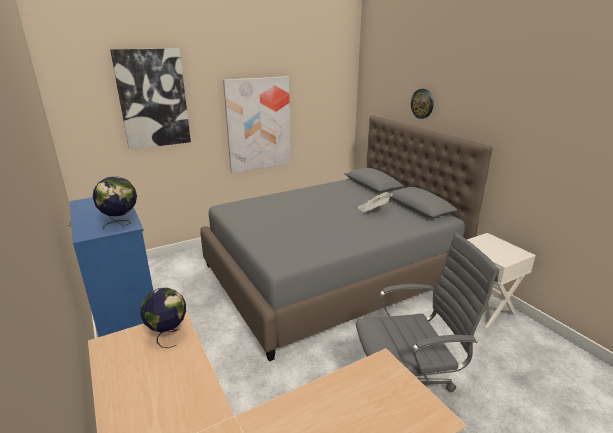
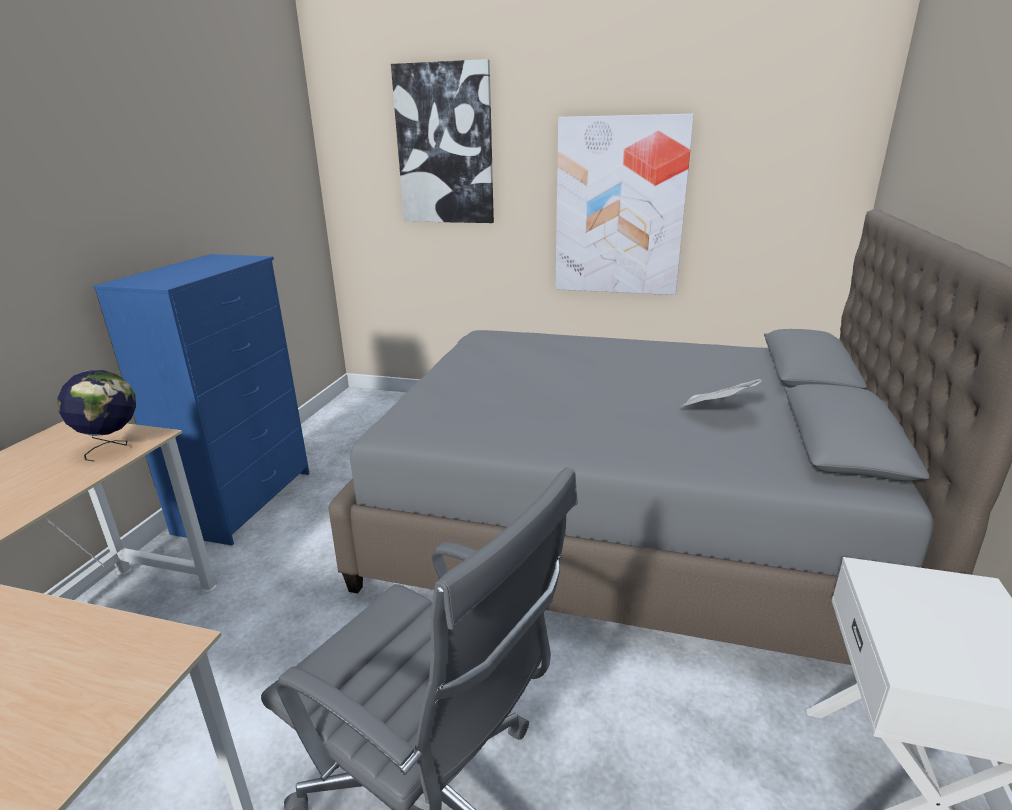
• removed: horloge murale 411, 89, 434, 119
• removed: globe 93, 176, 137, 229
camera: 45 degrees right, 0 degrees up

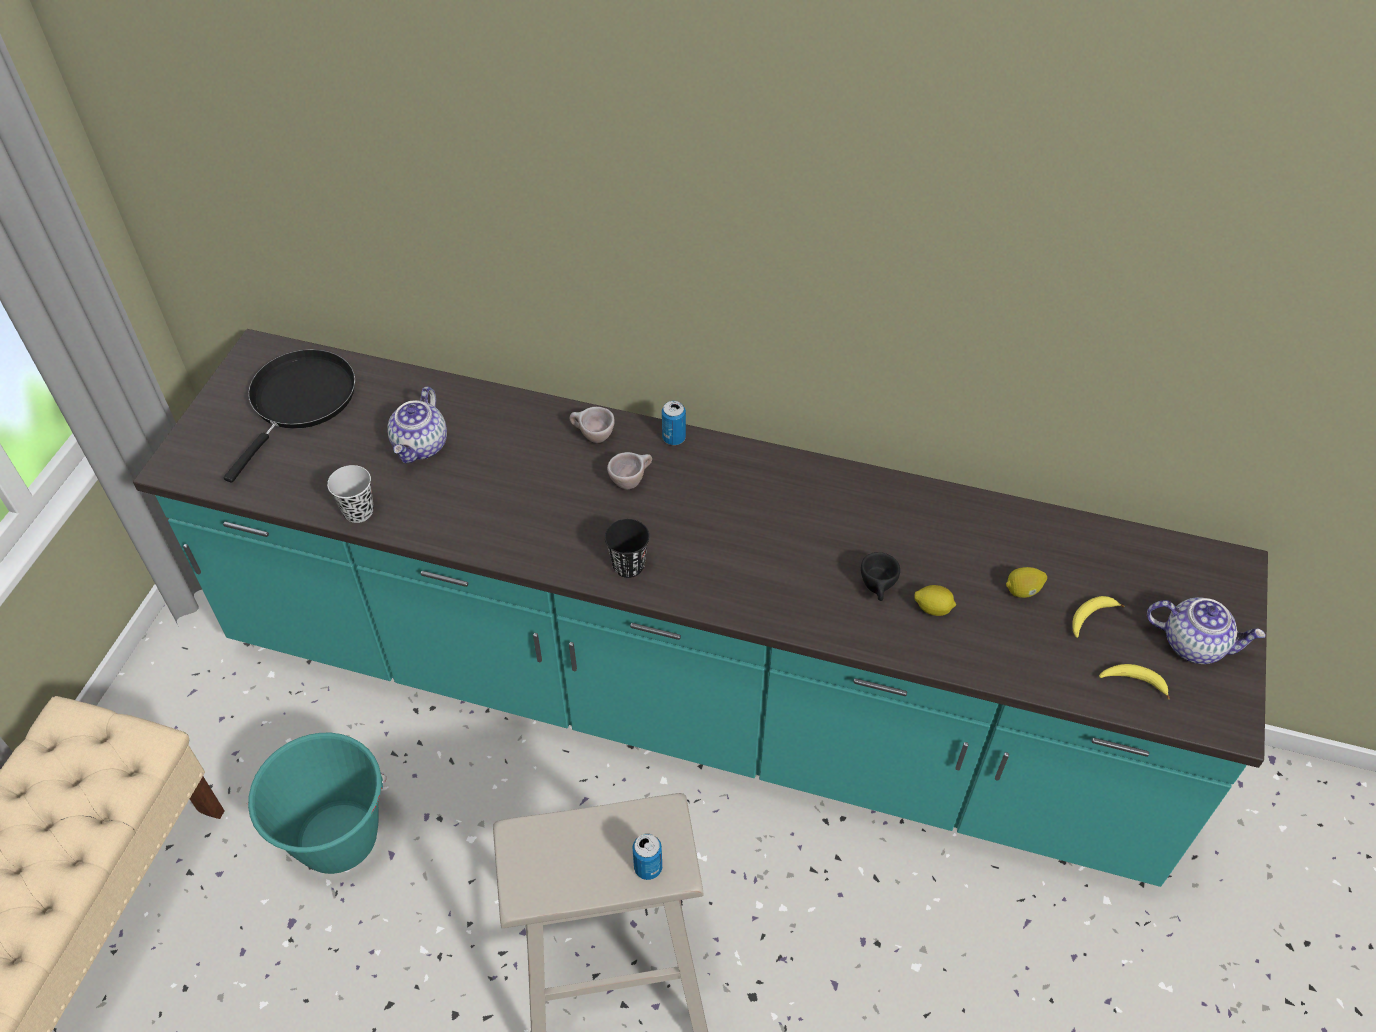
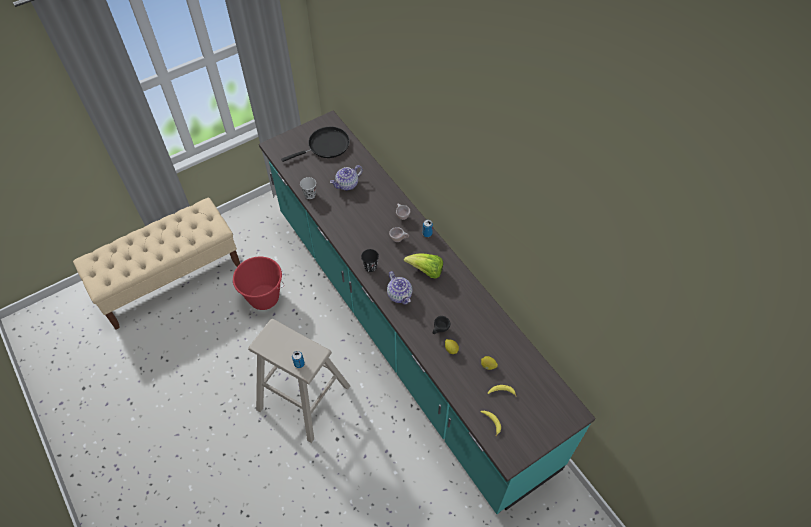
• moved: théière 1147, 597, 1266, 664 to 387, 271, 412, 305
• recoloured: seau (turquoise) 247, 733, 387, 874 to seau (rouge) 233, 257, 284, 310
• added: laitue 404, 253, 443, 279
camera: 40 degrees right, 5 degrees up

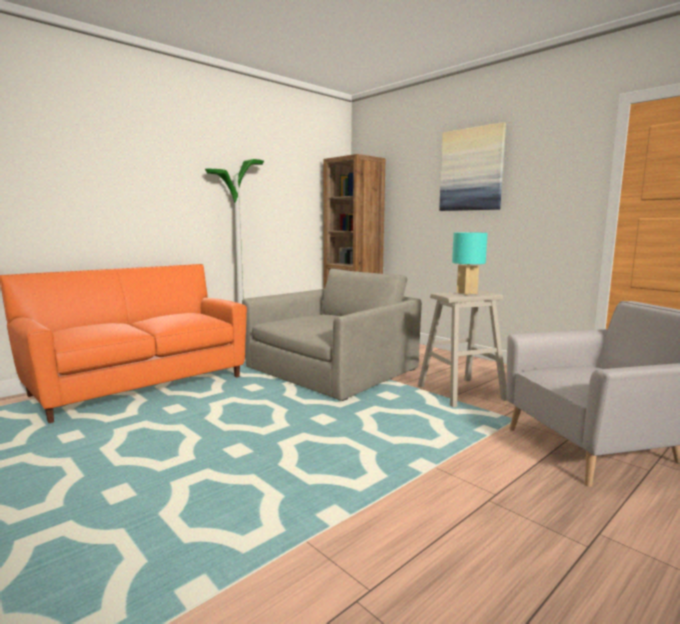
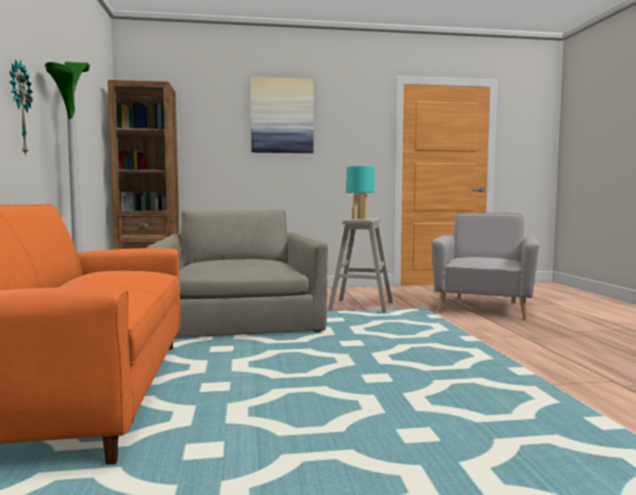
• added: horloge murale 10, 59, 33, 156
camera: 55 degrees left, 5 degrees down

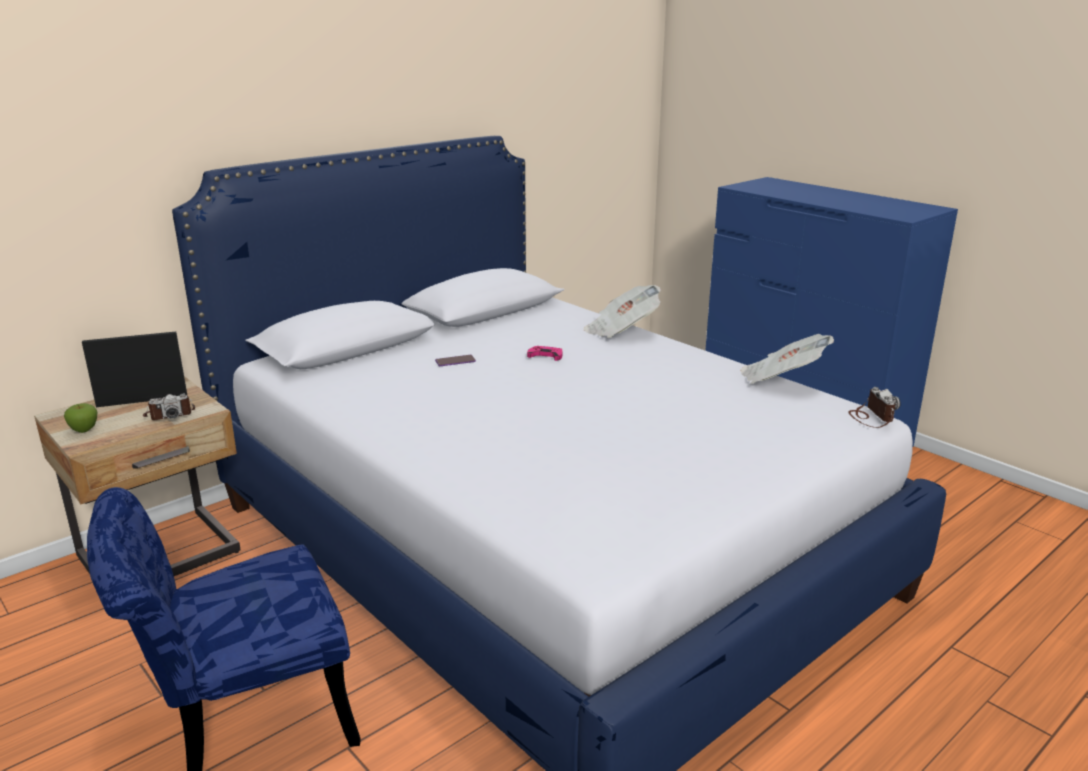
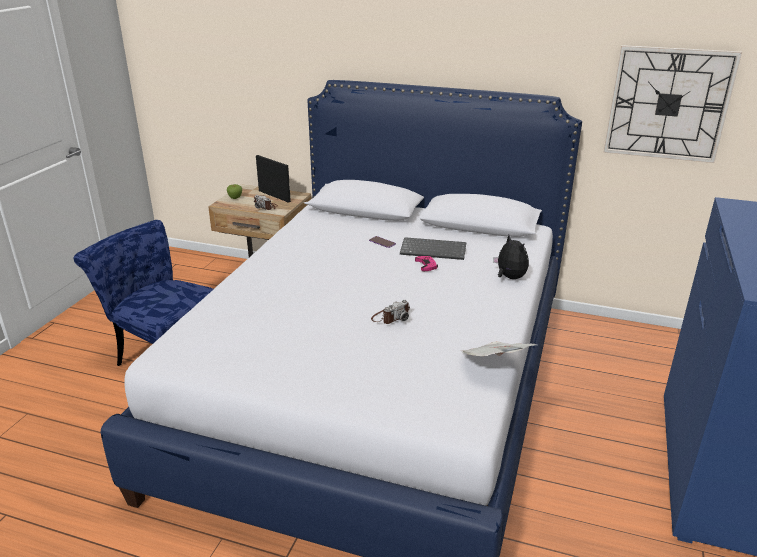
• replaced: journal 584, 285, 662, 338 to peluche 493, 235, 529, 279
• moved: appareil photo 849, 387, 901, 428 to 371, 300, 410, 324
• added: horloge murale 604, 45, 742, 163
• added: clavier 400, 237, 466, 260
camera: 60 degrees right, 5 degrees up

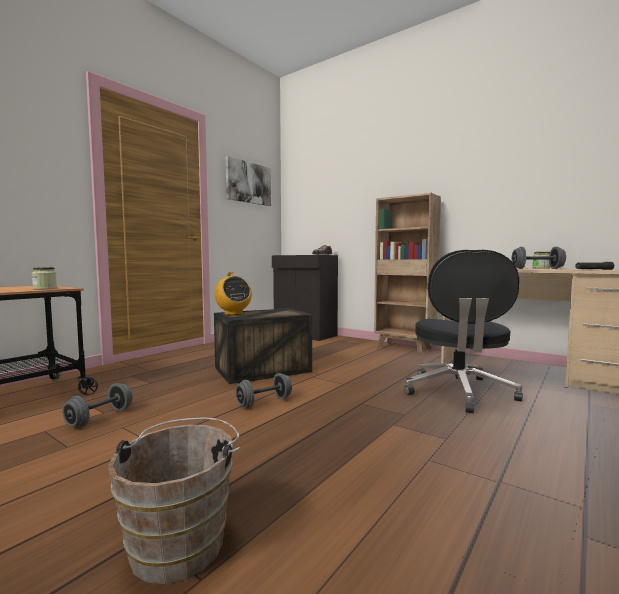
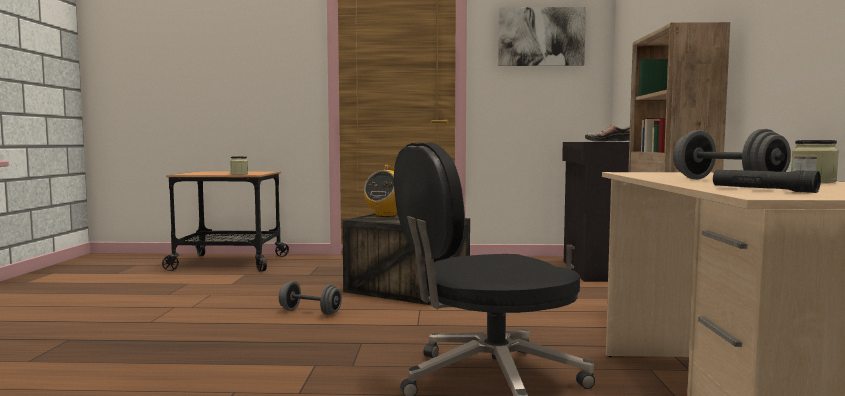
• removed: haltère (gris) 62, 383, 132, 427
• removed: seau (marron) 108, 418, 240, 584
camera: 55 degrees right, 0 degrees up

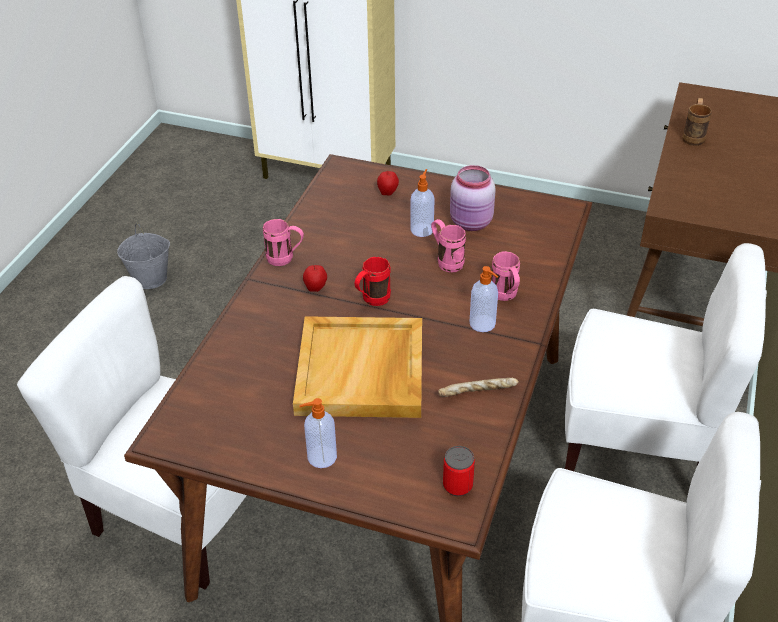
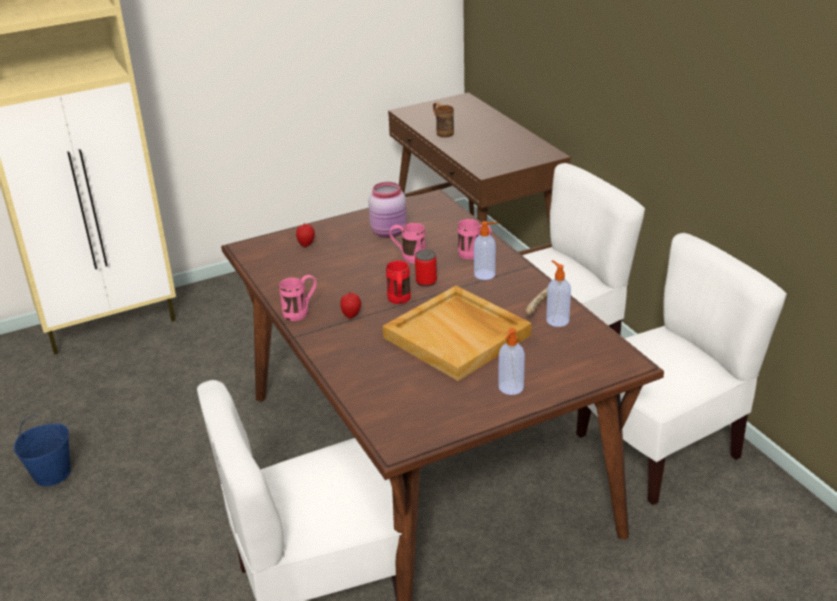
• moved: distributeur de savon 410, 169, 435, 237 to 546, 260, 571, 327
• recoloured: seau (gris) 117, 223, 170, 289 to seau (bleu) 14, 415, 71, 486
• moved: boîte métallique 443, 446, 475, 496 to 415, 250, 437, 287
camera: 45 degrees left, 10 degrees down

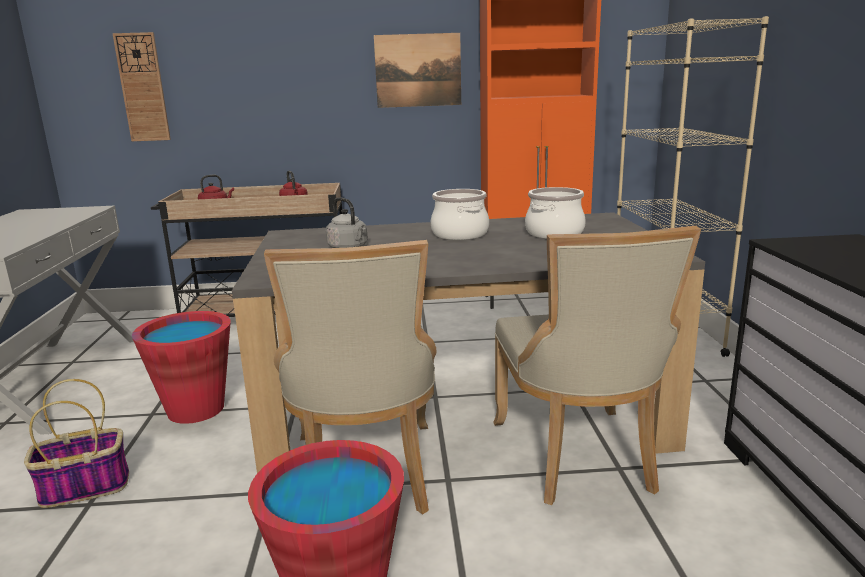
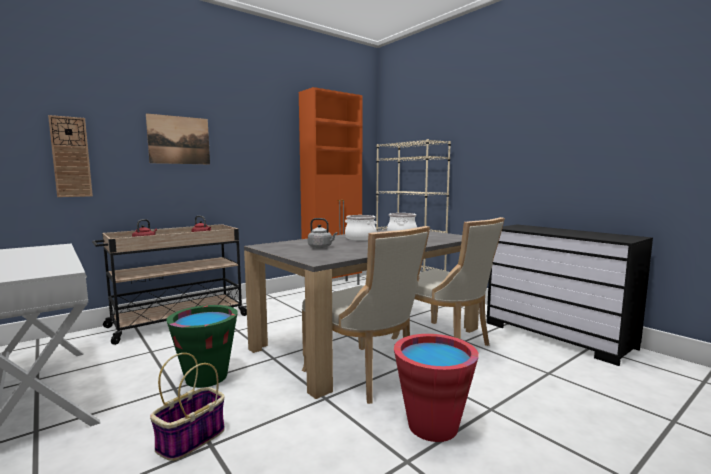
• moved: tableau 374, 33, 461, 108 to 146, 113, 210, 164
• recoloured: seau (rouge) 132, 311, 231, 424 to seau (vert) 166, 305, 238, 388
camera: 35 degrees left, 10 degrees down

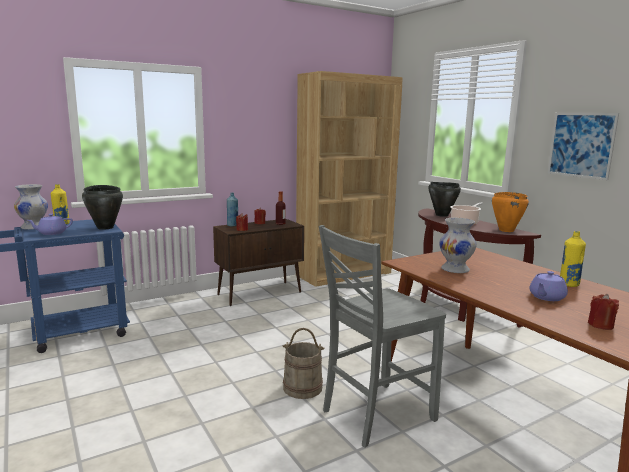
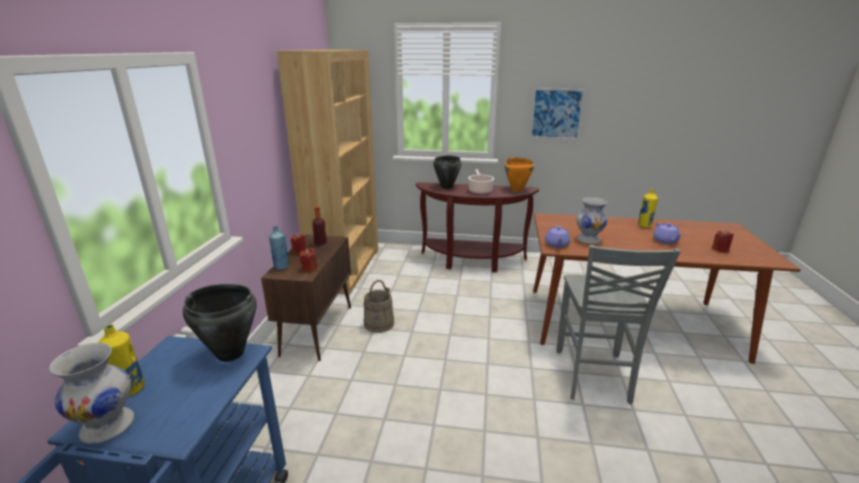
• moved: théière (violet) 27, 214, 73, 235 to 545, 226, 570, 248
• moved: seau (beige) 282, 328, 324, 399 to 364, 280, 394, 333
camera: 50 degrees left, 10 degrees up

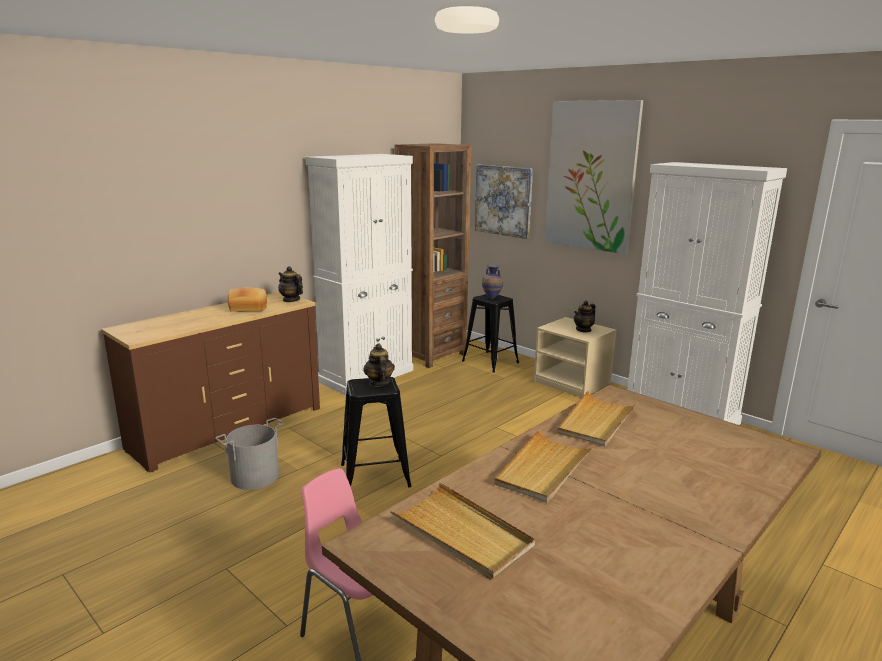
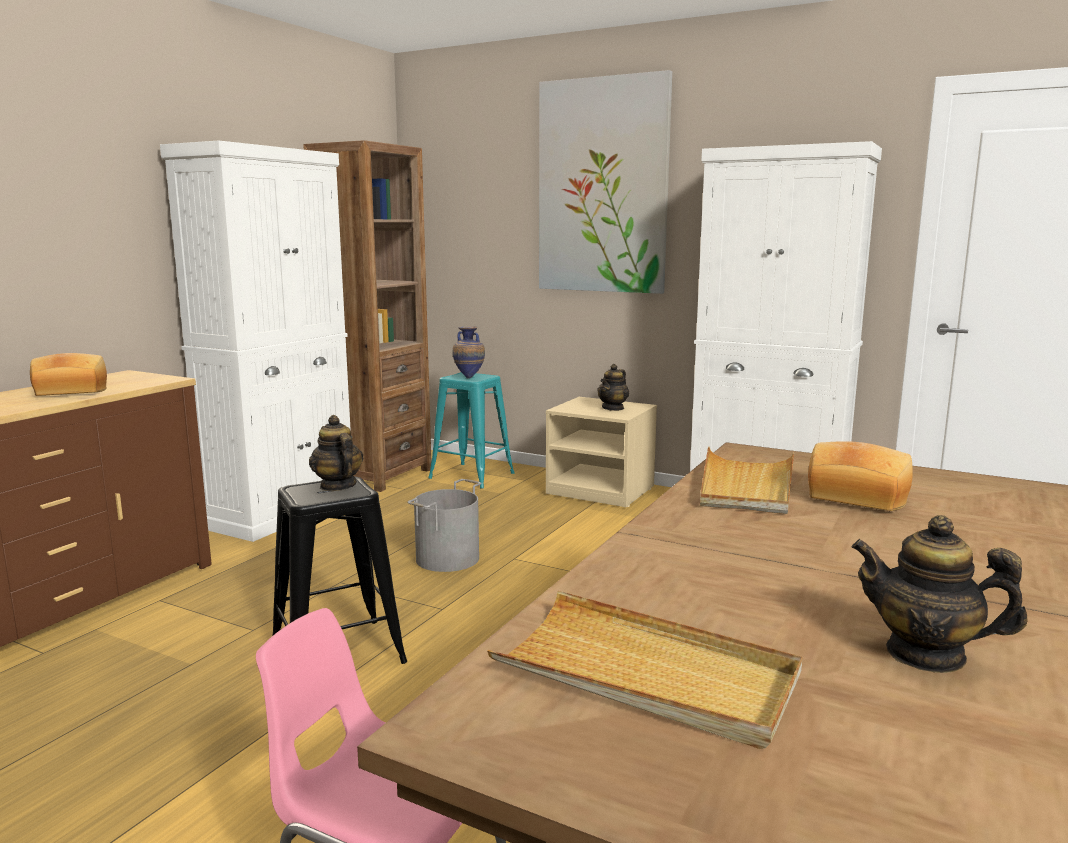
• removed: tableau 475, 165, 533, 239
• moved: théière 278, 266, 303, 302 to 851, 515, 1027, 673
• recoloured: tabouret (noir) 462, 294, 519, 373 to tabouret (turquoise) 428, 372, 514, 488
• moved: seau (gris) 215, 418, 284, 490 to 407, 479, 481, 572
• removed: plateau (beige) 494, 430, 594, 503
• added: pain 808, 441, 913, 511
camera: 15 degrees left, 5 degrees down

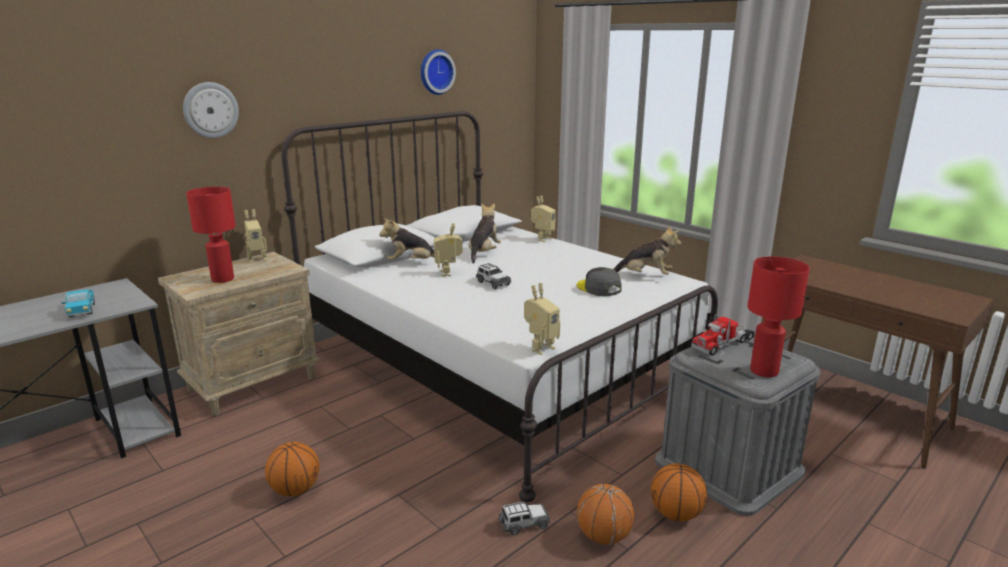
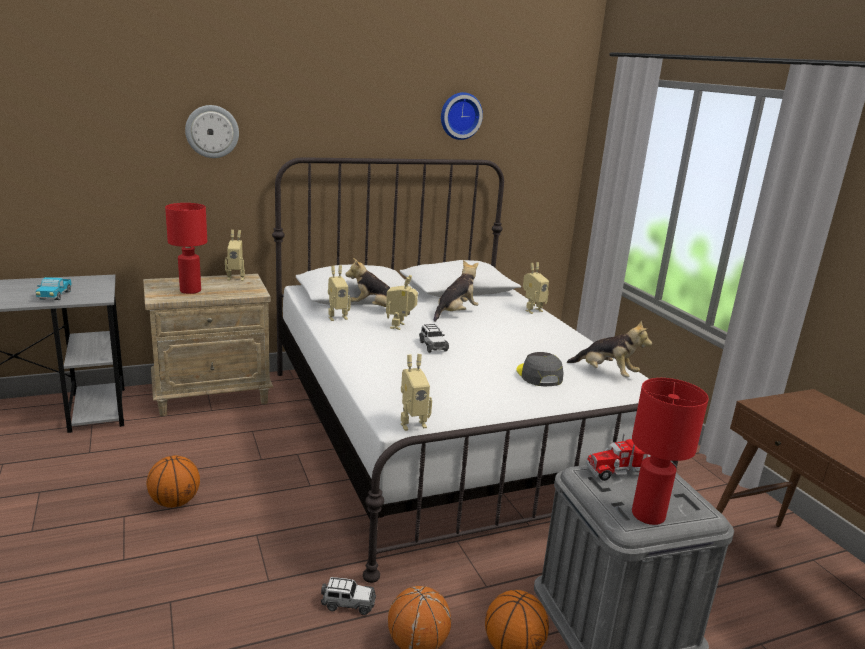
• added: robot jouet 328, 265, 351, 321
camera: 20 degrees right, 0 degrees up

